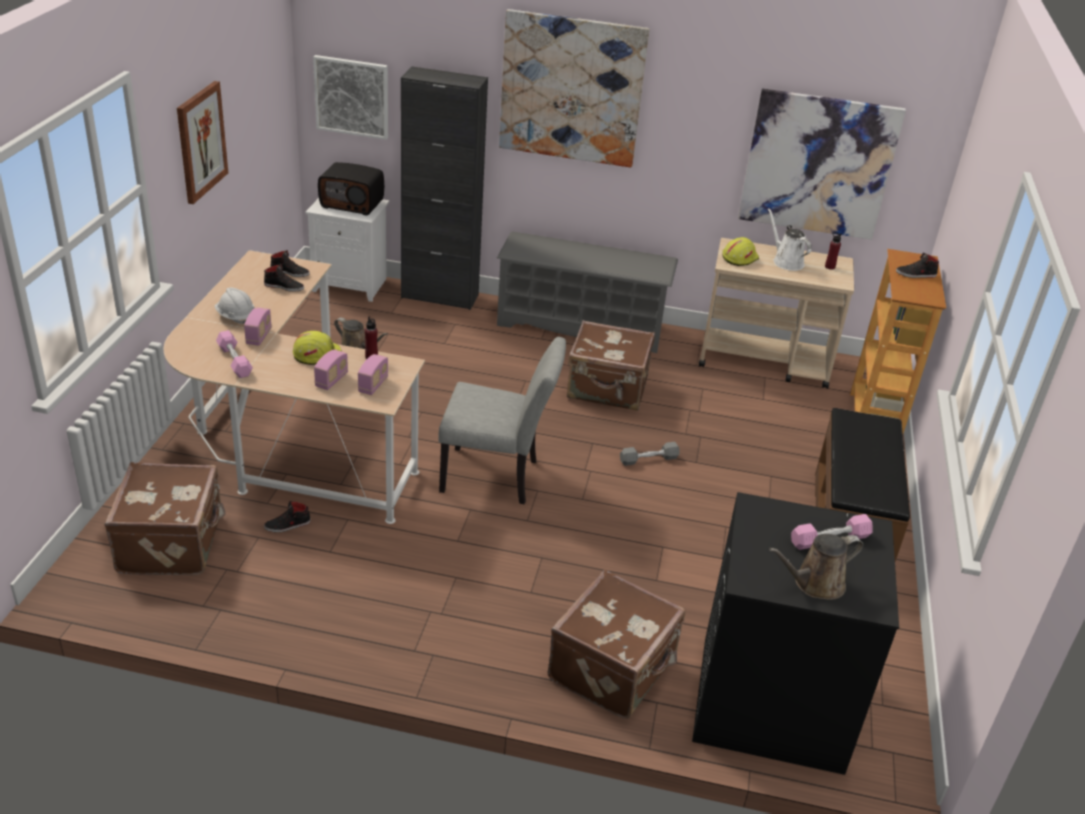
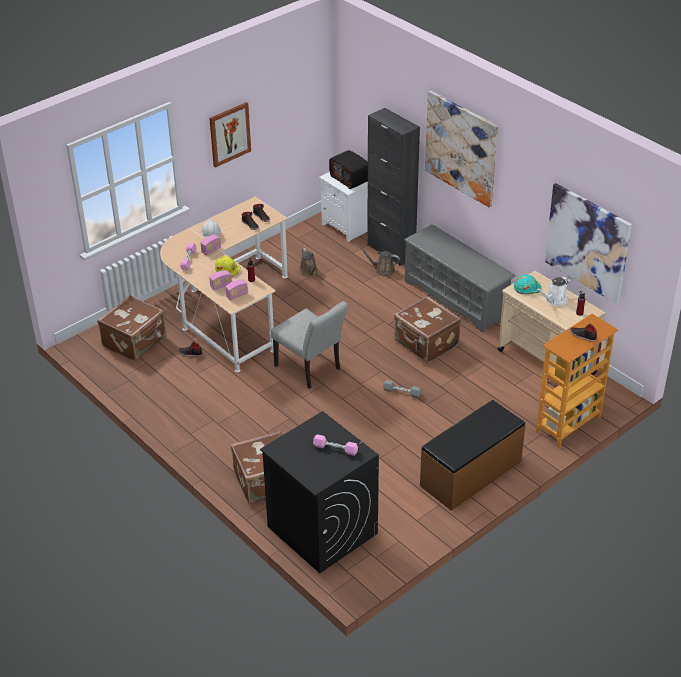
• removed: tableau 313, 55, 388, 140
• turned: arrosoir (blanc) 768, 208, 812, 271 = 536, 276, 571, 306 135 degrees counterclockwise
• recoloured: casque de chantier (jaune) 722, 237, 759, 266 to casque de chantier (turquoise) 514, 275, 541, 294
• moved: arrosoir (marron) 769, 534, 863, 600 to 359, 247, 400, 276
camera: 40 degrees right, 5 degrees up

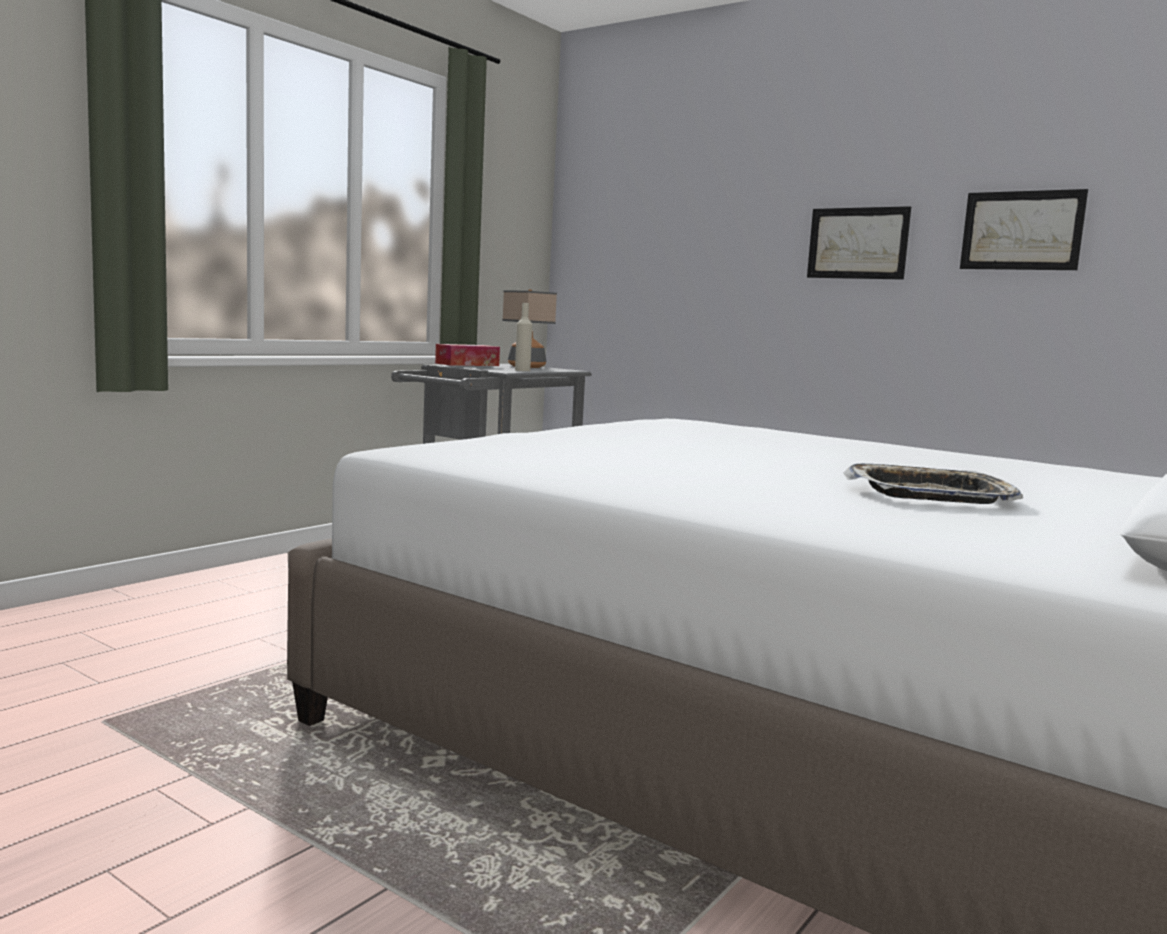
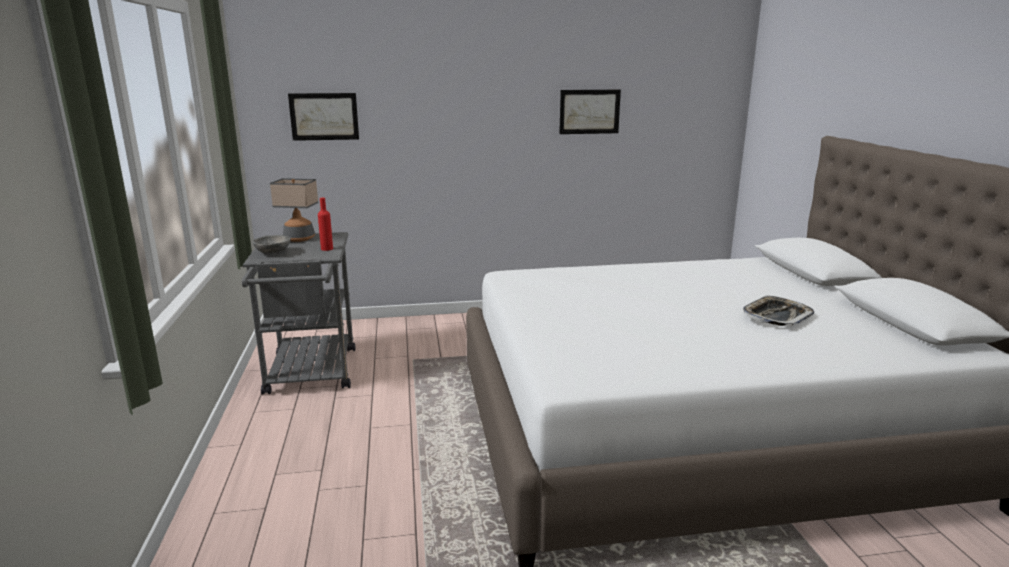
• moved: tableau 807, 206, 911, 280 to 288, 93, 359, 141
• recoloured: bouteille (beige) 515, 303, 532, 371 to bouteille (rouge) 318, 198, 333, 251
• replaced: boîte à mouchoirs 435, 344, 500, 366 to bol (gris) 252, 236, 291, 254
camera: 45 degrees left, 10 degrees up

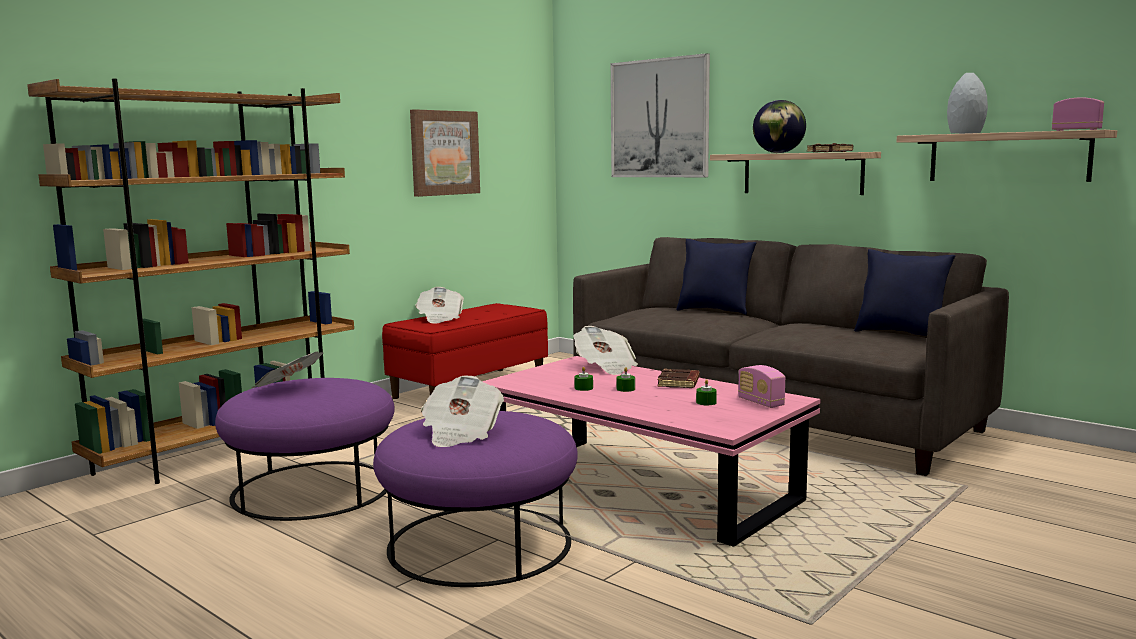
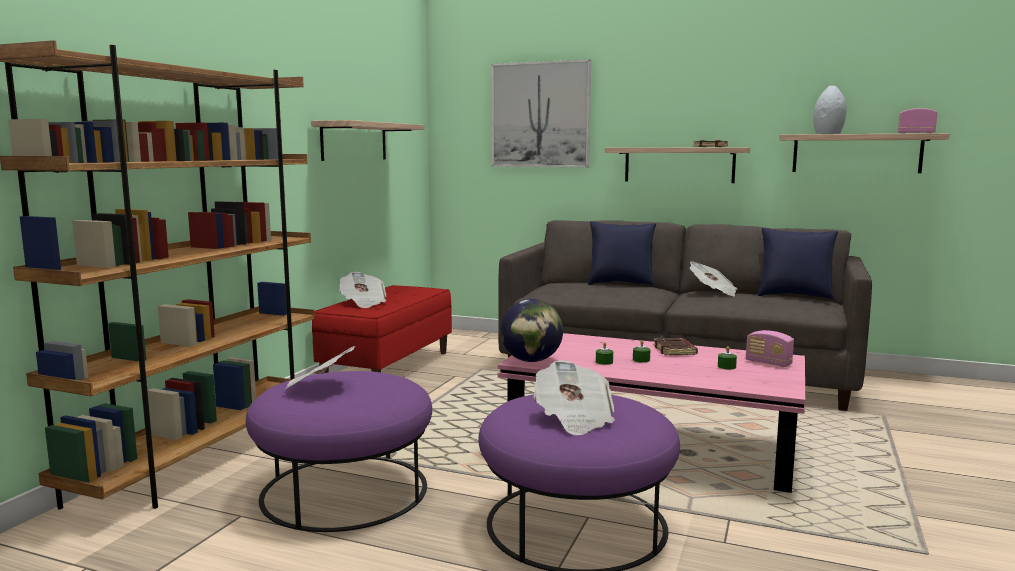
• moved: globe 753, 100, 806, 153 to 500, 299, 563, 362
• replaced: tableau 410, 109, 480, 197 to étagère 311, 120, 424, 161
• moved: journal 573, 326, 638, 375 to 690, 262, 738, 296
camera: 20 degrees left, 0 degrees up

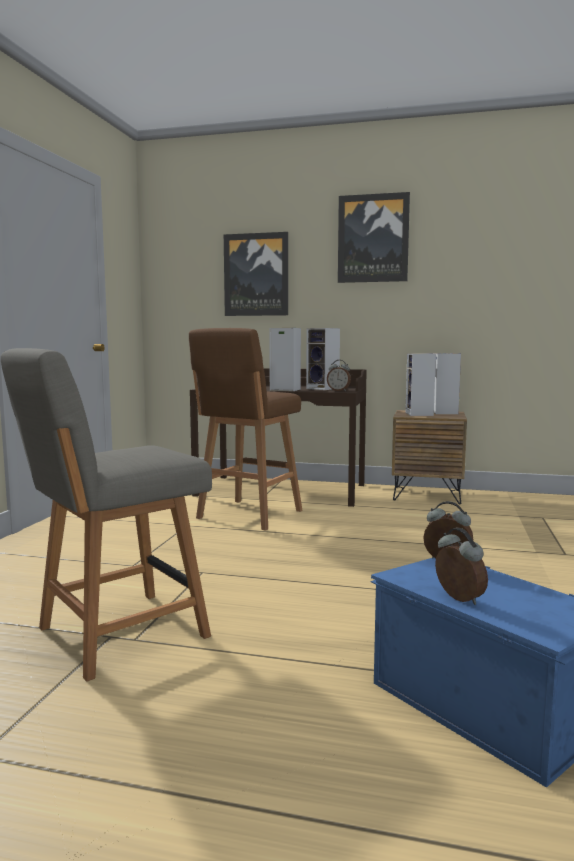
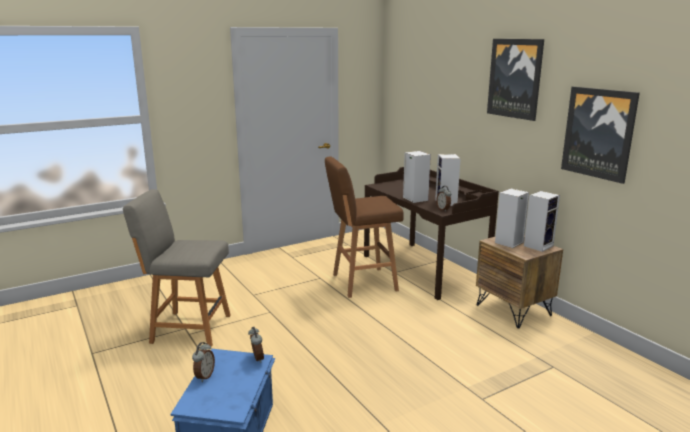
• moved: tableau 224, 232, 288, 316 to 561, 87, 640, 184
camera: 45 degrees right, 10 degrees up

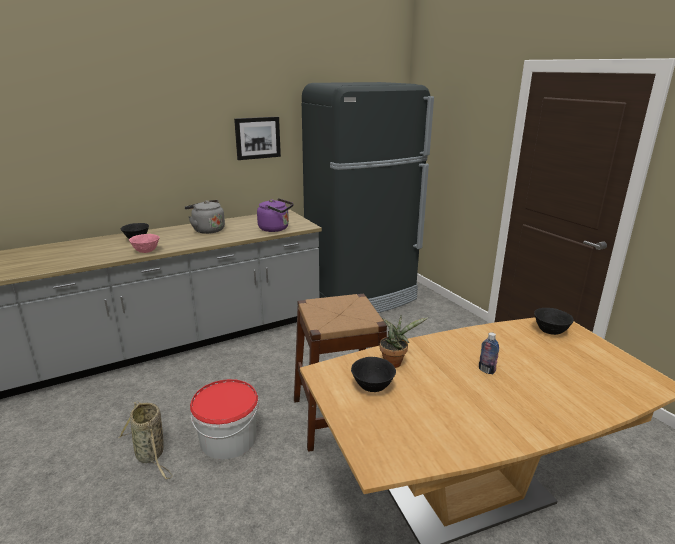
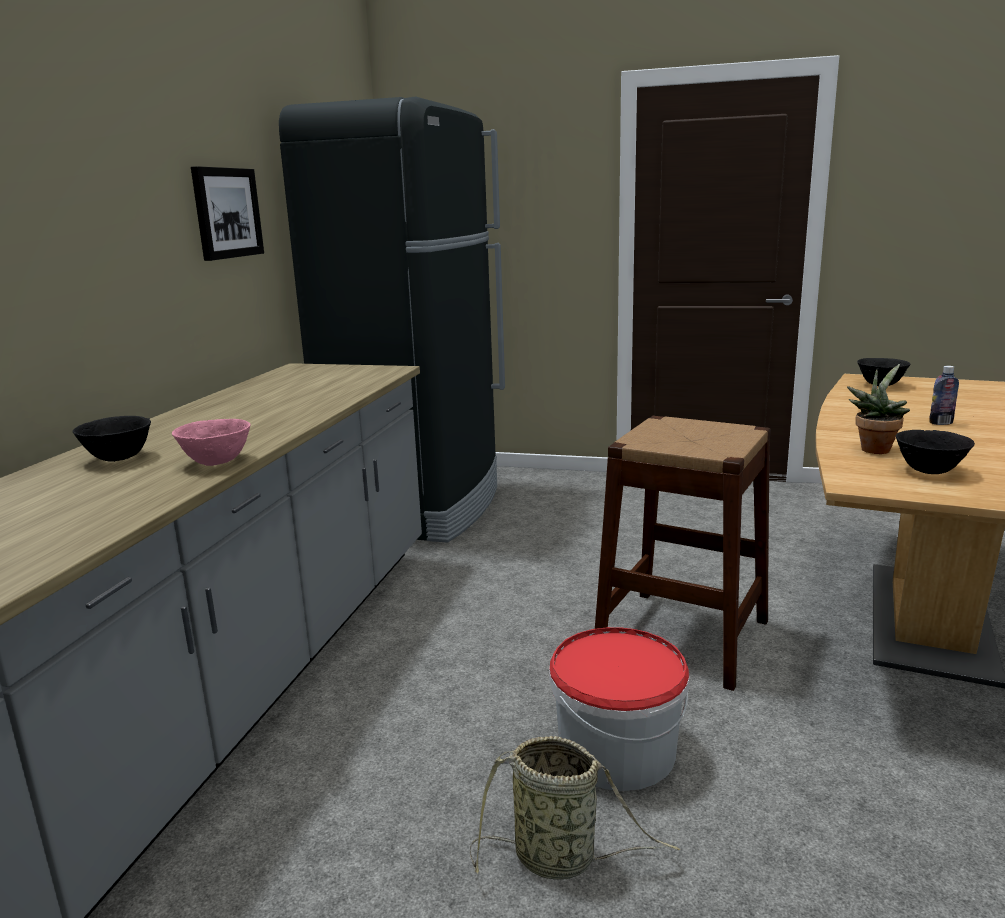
• removed: bouilloire (violet) 257, 198, 294, 232
• removed: bouilloire (gris) 185, 200, 225, 234
camera: 45 degrees left, 5 degrees down

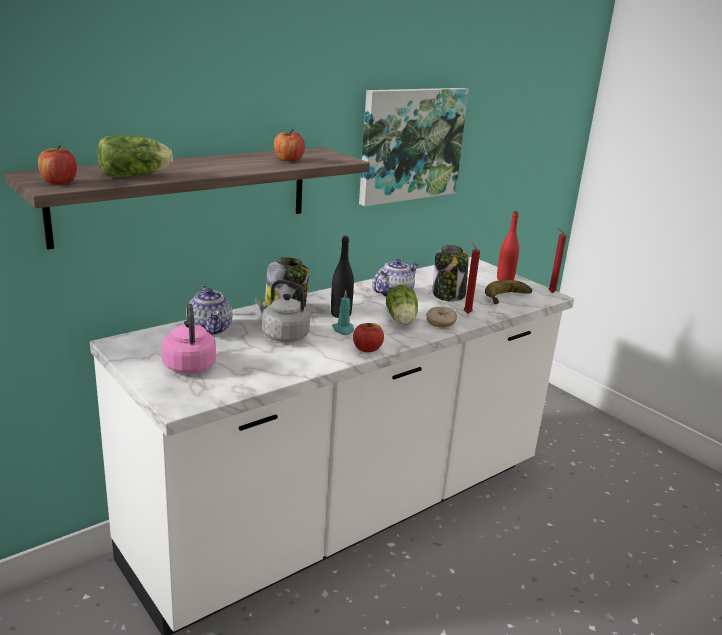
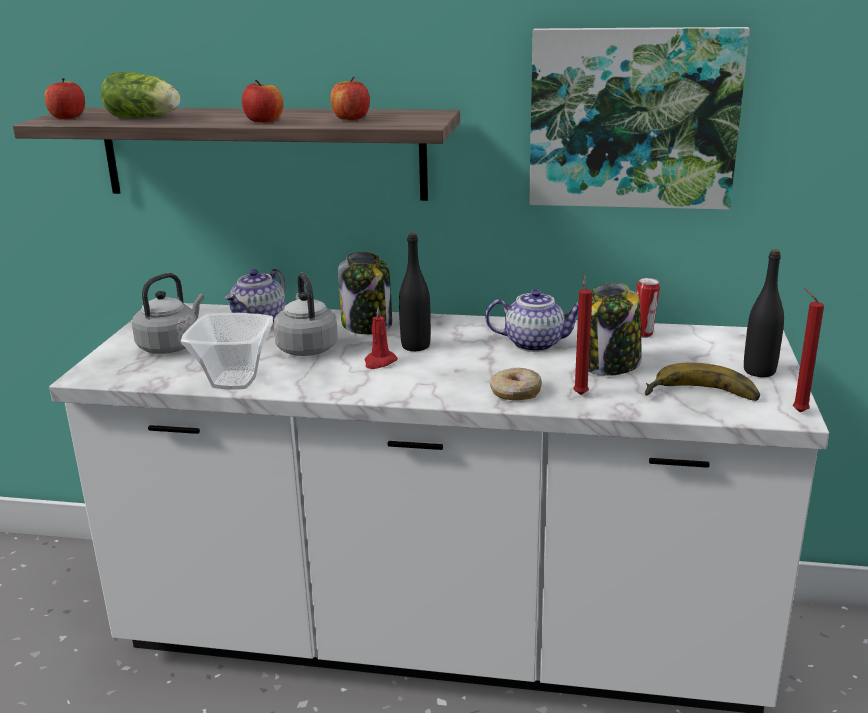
• recoloured: bouteille (rouge) 497, 211, 519, 280 to bouteille (noir) 744, 250, 784, 377
• removed: laitue 386, 285, 418, 325
• recoloured: bougie (turquoise) 332, 290, 354, 335 to bougie (rouge) 365, 306, 398, 369
• recoloured: bouilloire (rose) 161, 303, 216, 374 to bouilloire (gris) 132, 273, 204, 354
• moved: pomme 353, 323, 384, 352 to 242, 80, 284, 122
• added: boîte métallique 636, 278, 660, 338
• added: bol 181, 313, 273, 389
camera: 50 degrees right, 0 degrees up

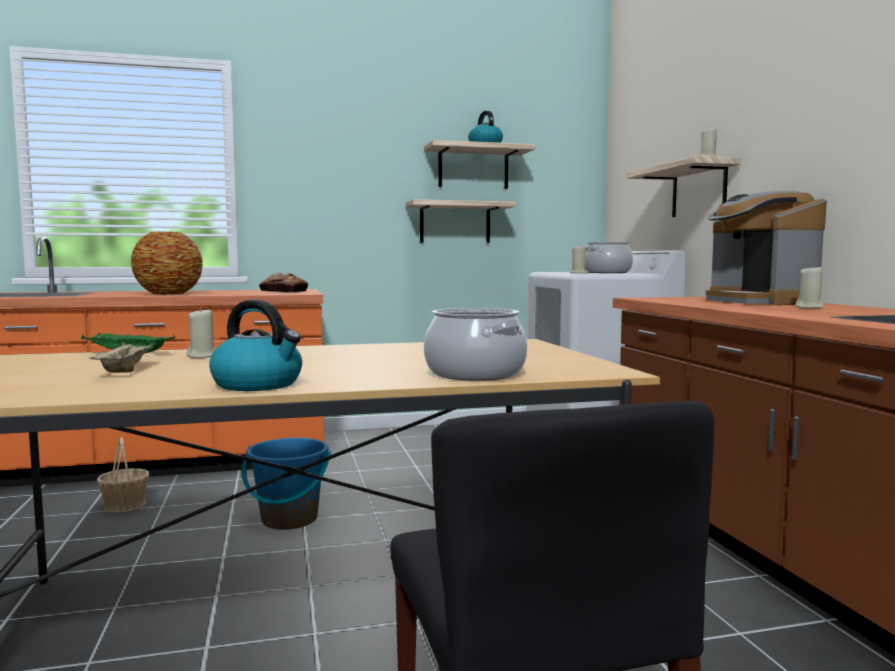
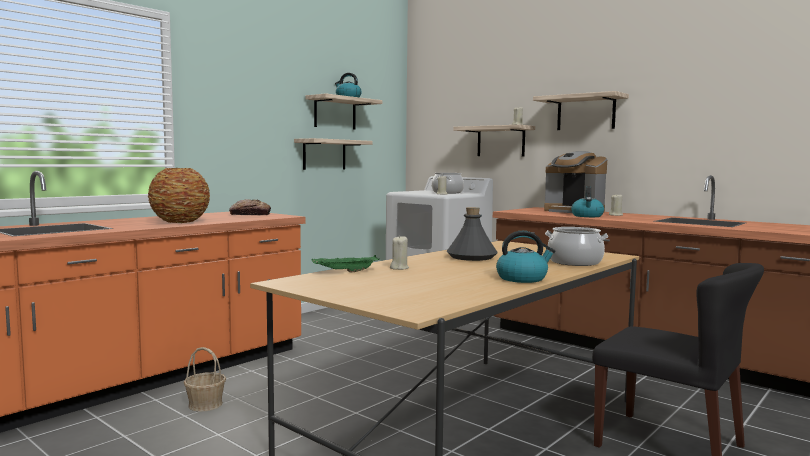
• removed: plateau (beige) 89, 341, 158, 373
• removed: seau (bleu) 242, 438, 331, 530
• added: étagère 533, 91, 629, 130
• added: bouilloire 571, 186, 604, 217
• added: bouteille (gris) 446, 207, 498, 261
camera: 35 degrees left, 0 degrees up

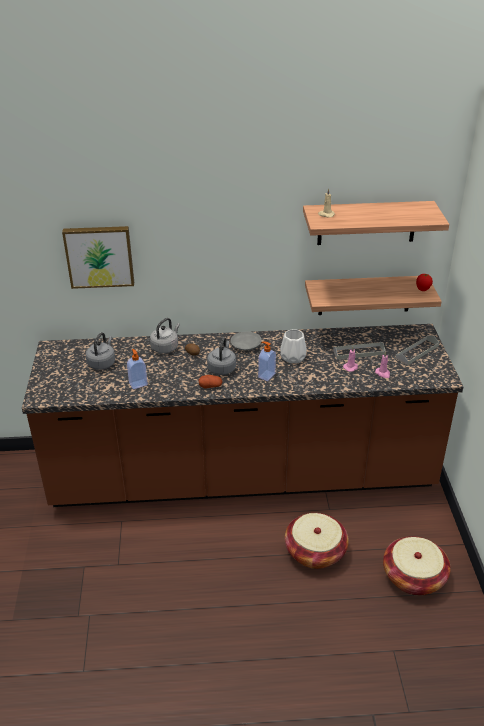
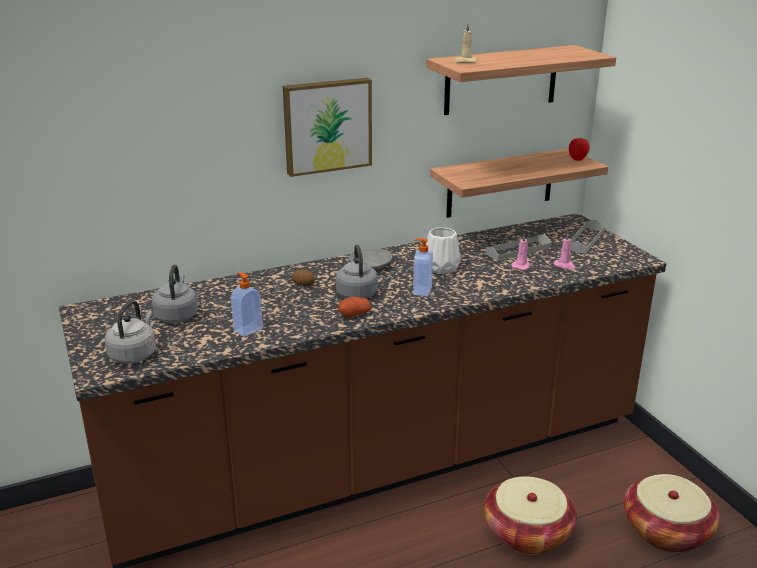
• moved: tableau 62, 226, 134, 289 to 283, 78, 372, 177
• moved: bouilloire (gris) 150, 318, 180, 354 to 105, 300, 156, 364
camera: 20 degrees left, 10 degrees down

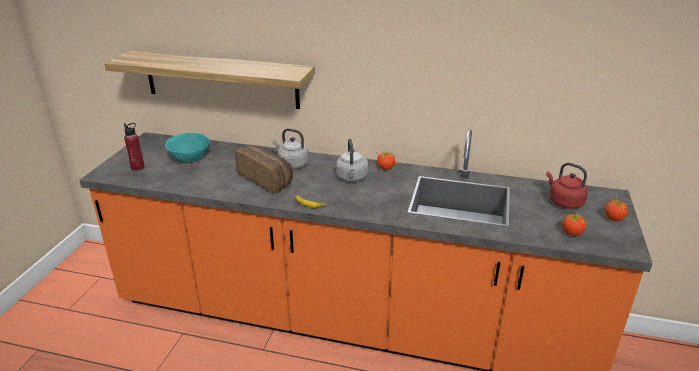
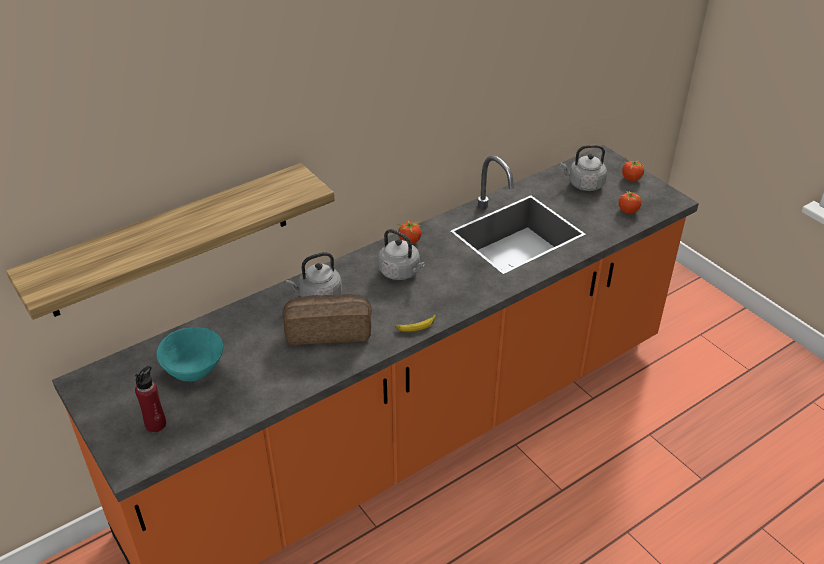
• recoloured: bouilloire (rouge) 546, 163, 588, 209 to bouilloire (gris) 560, 145, 607, 191
camera: 50 degrees left, 10 degrees up

